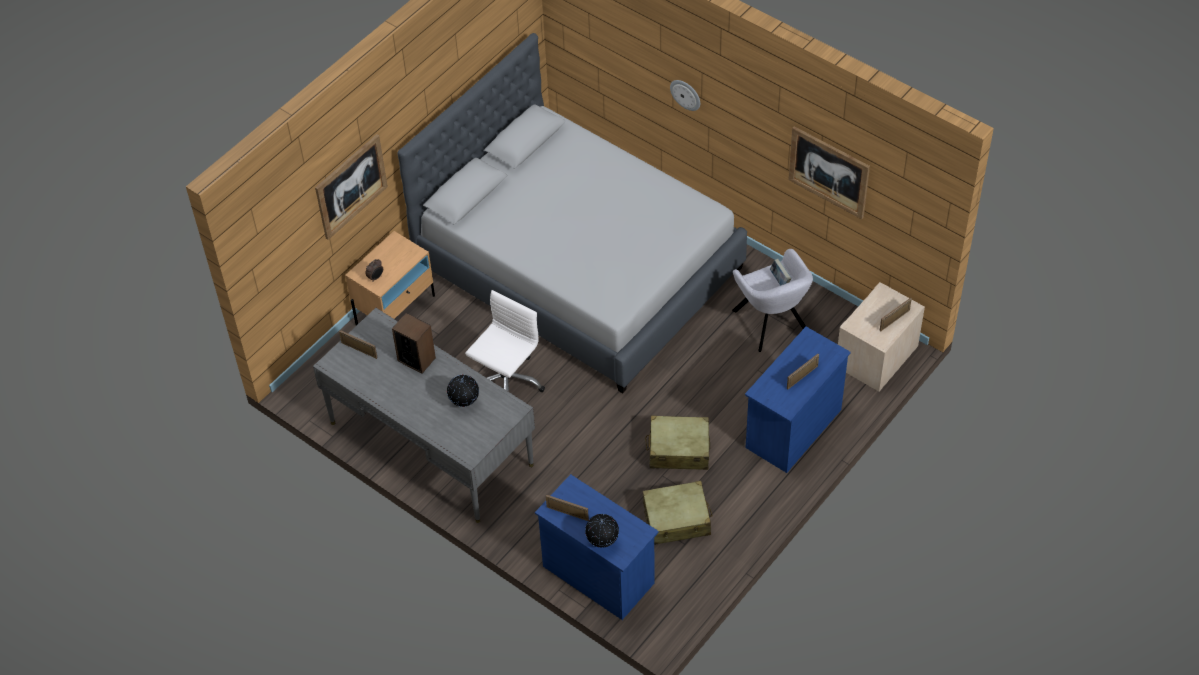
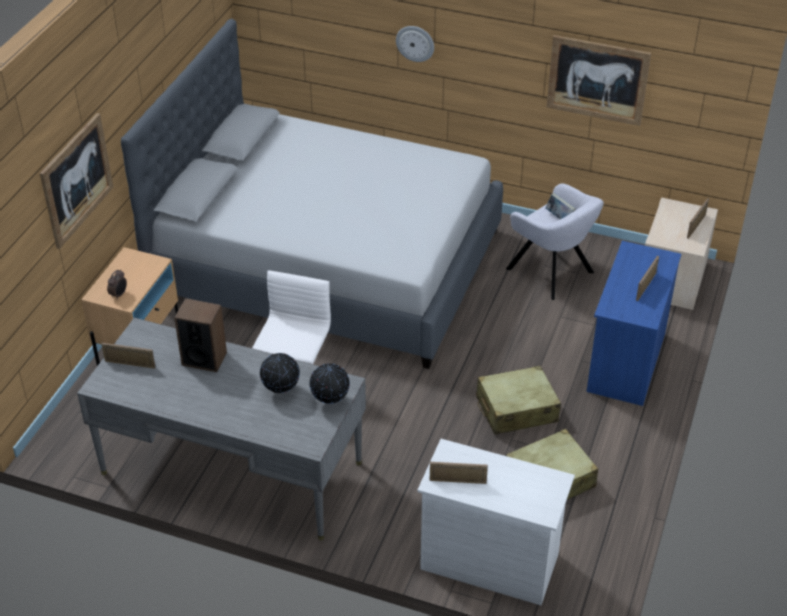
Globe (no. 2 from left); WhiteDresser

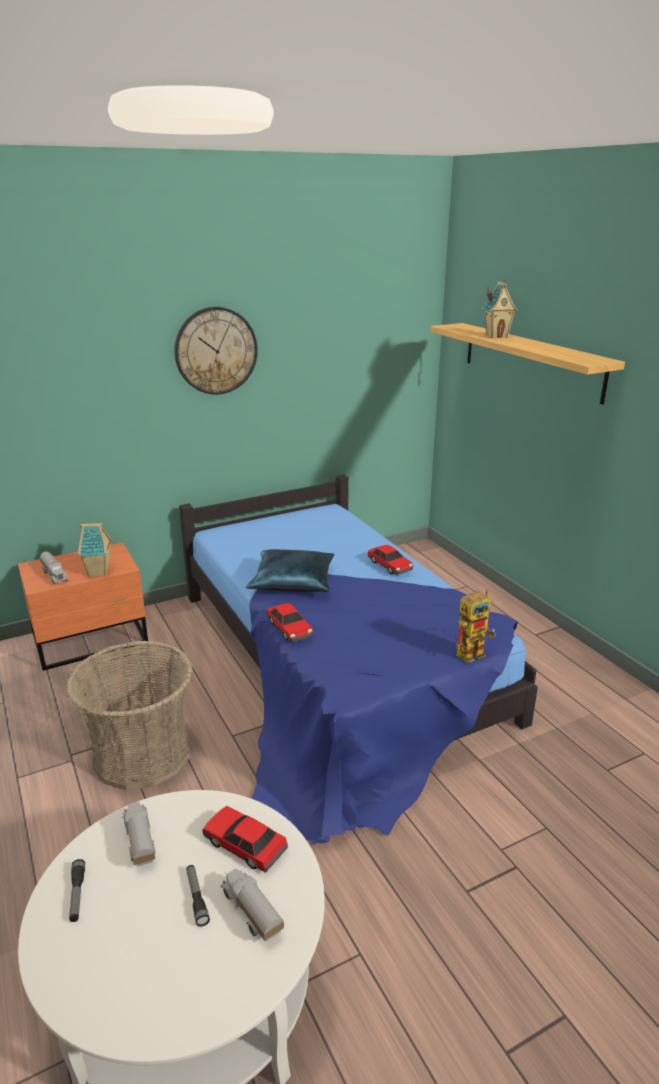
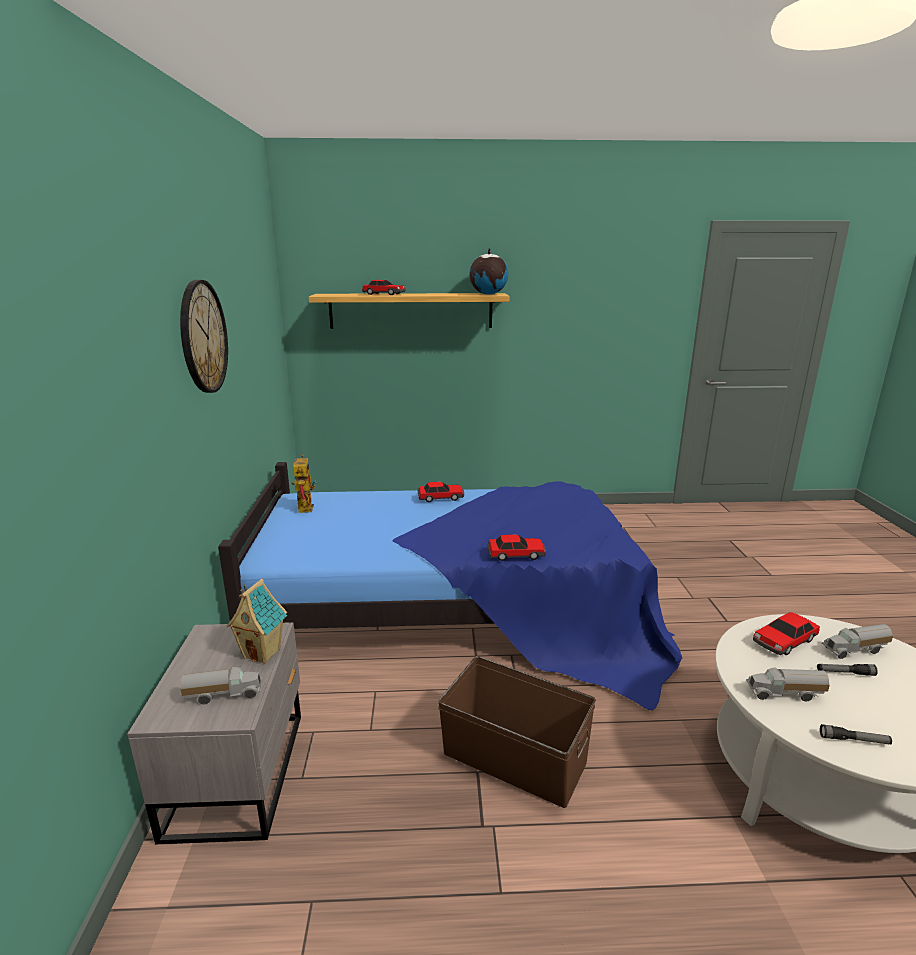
BluePillow; Globe; ToyRobot; BrownStorageBox; ToyCar (no. 1 from left); GreyNightstand

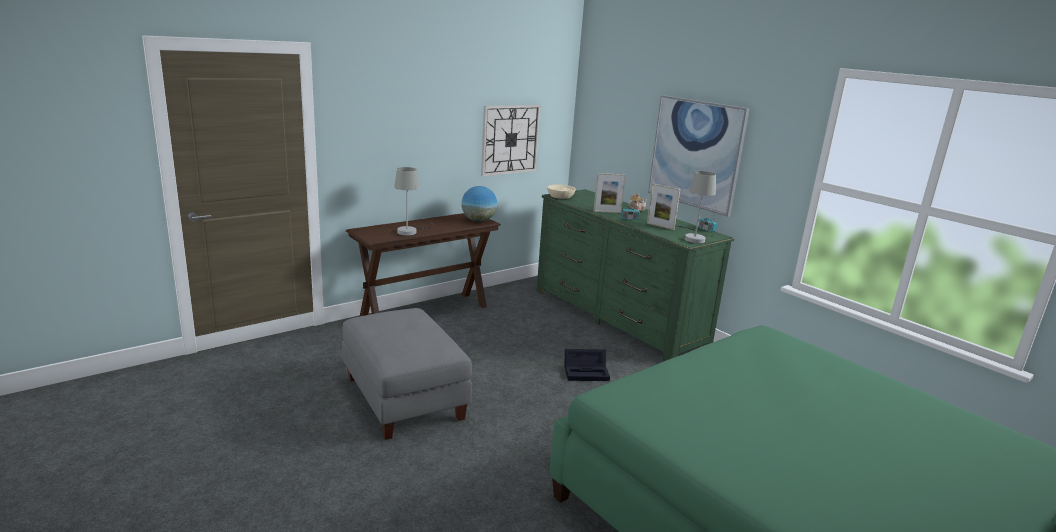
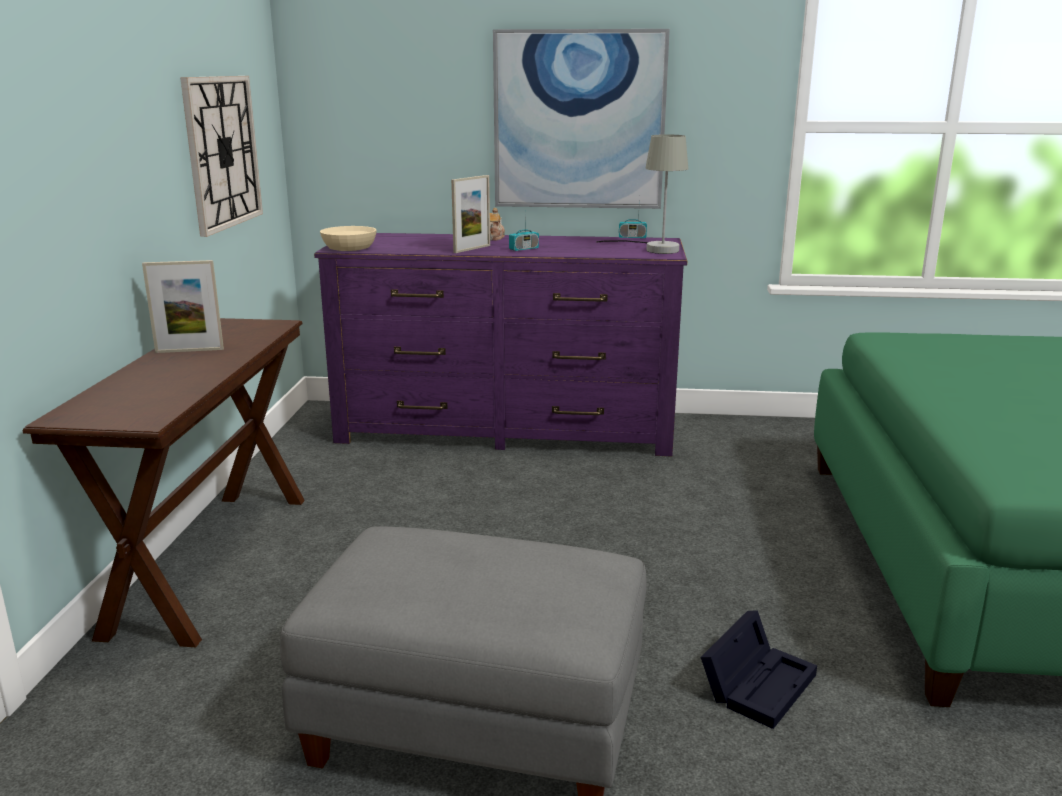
GreyTableLamp (no. 1 from left in the first image); Globe; BlackStorageBox; PictureFrame (no. 1 from left); PurpleDresser

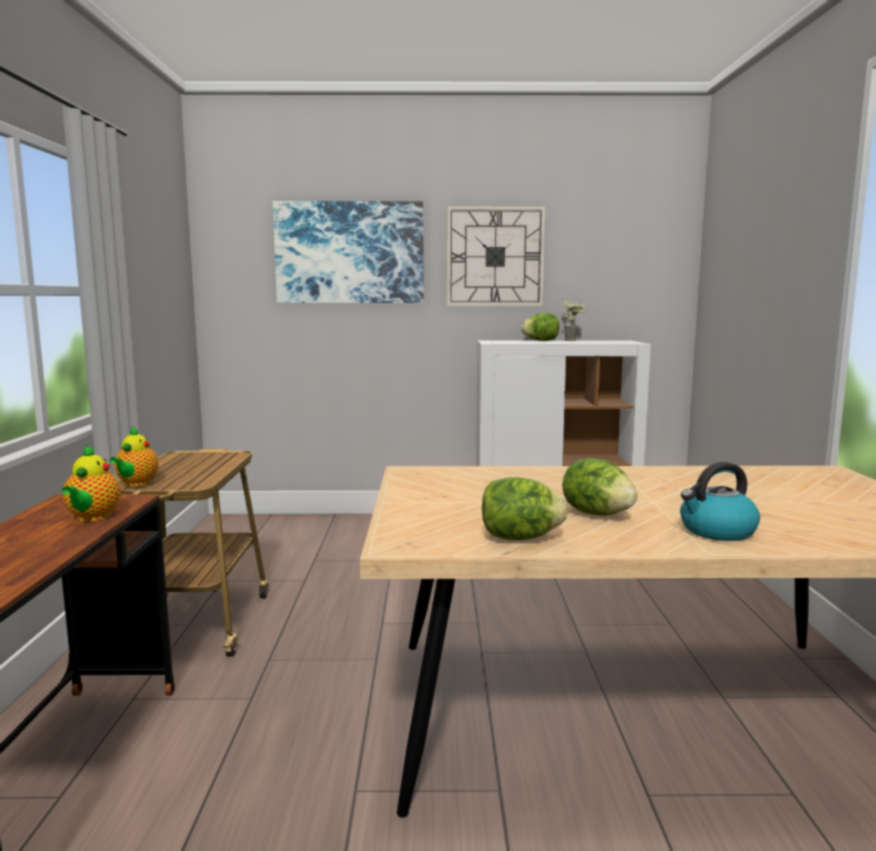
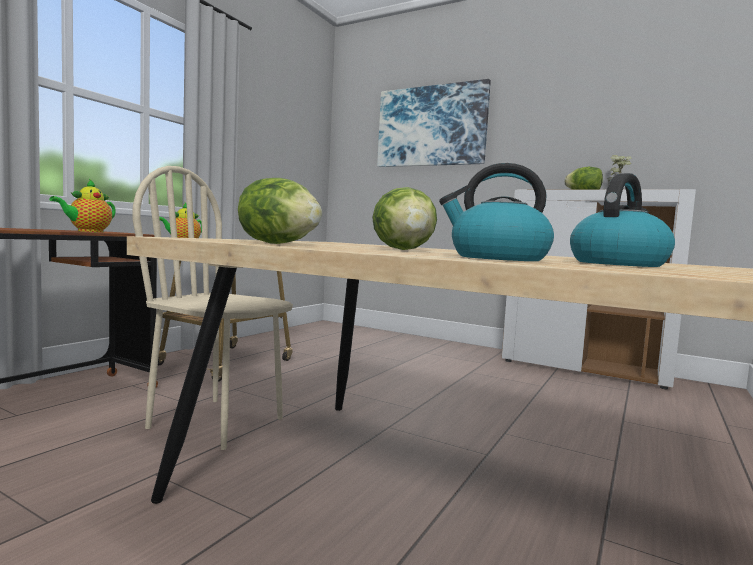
WallClock; BeigeChair; Kettle (no. 2 from left)

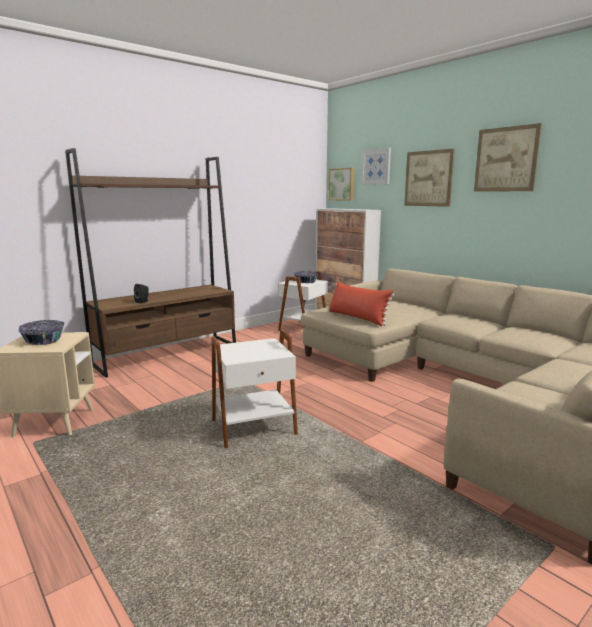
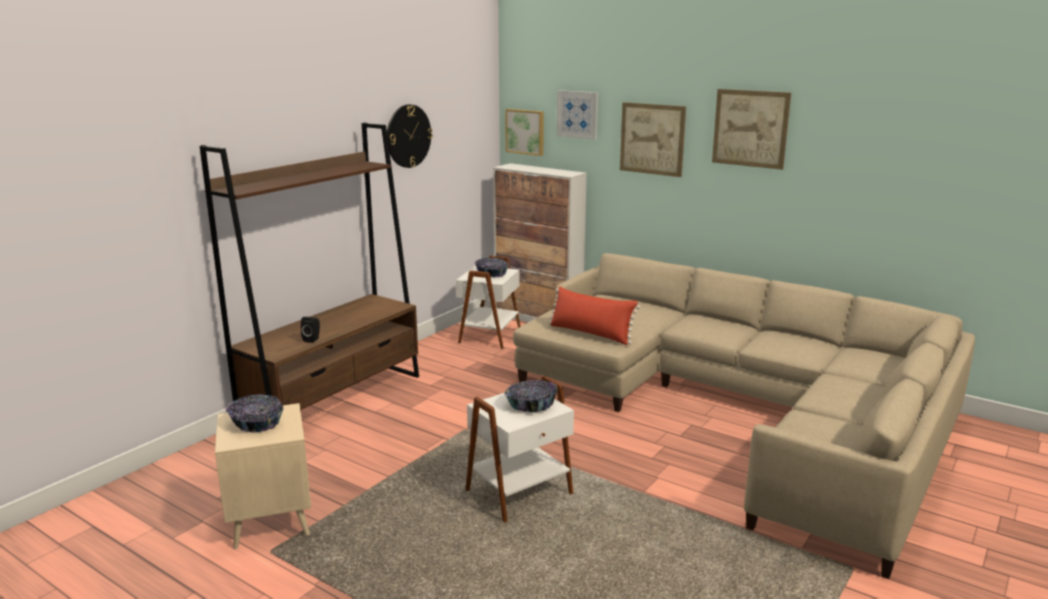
WallClock; Bowl (no. 3 from left)

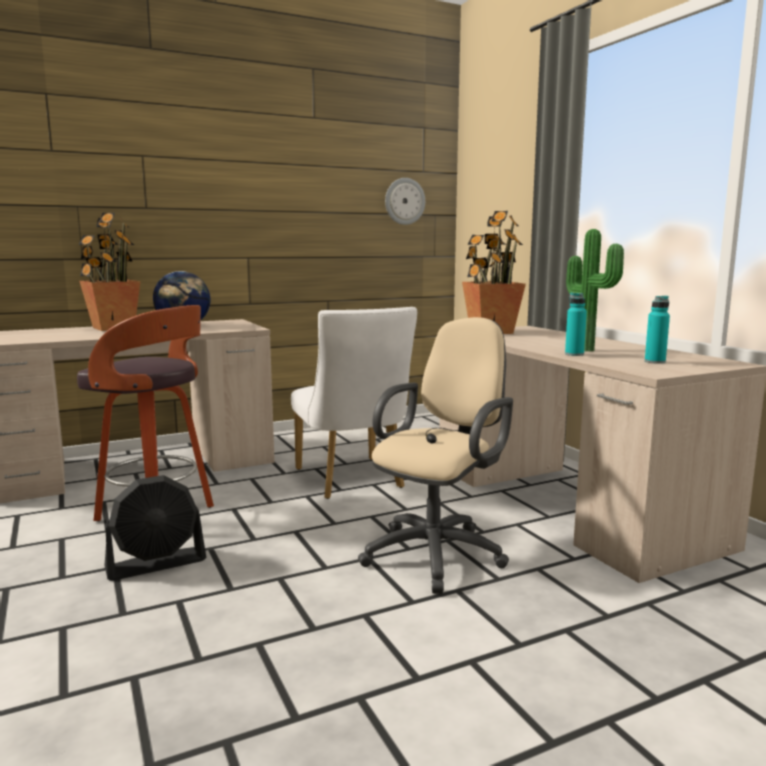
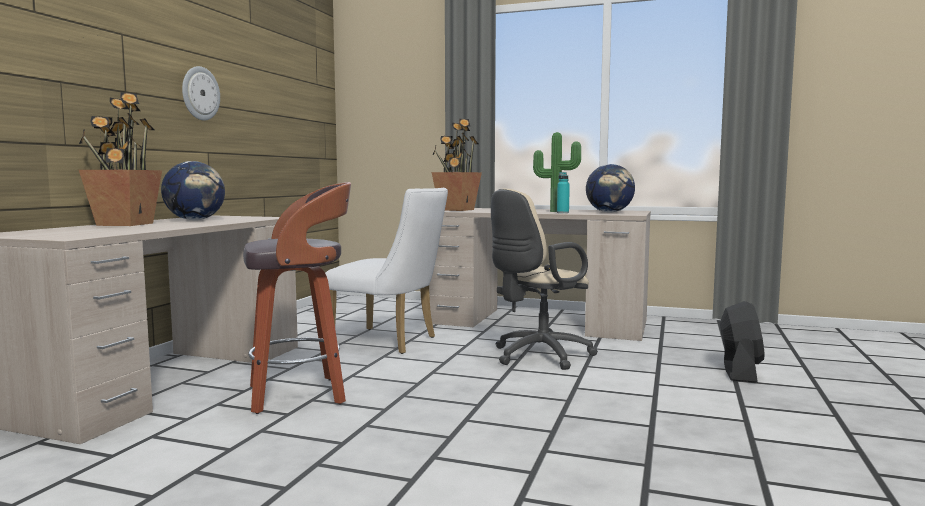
BlackFan; WallClock; Globe (no. 2 from left); BeigeOfficeChair

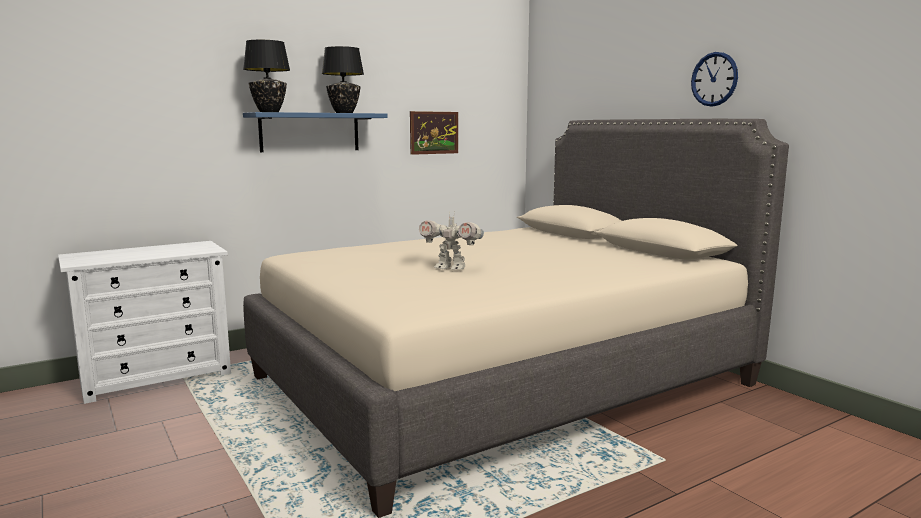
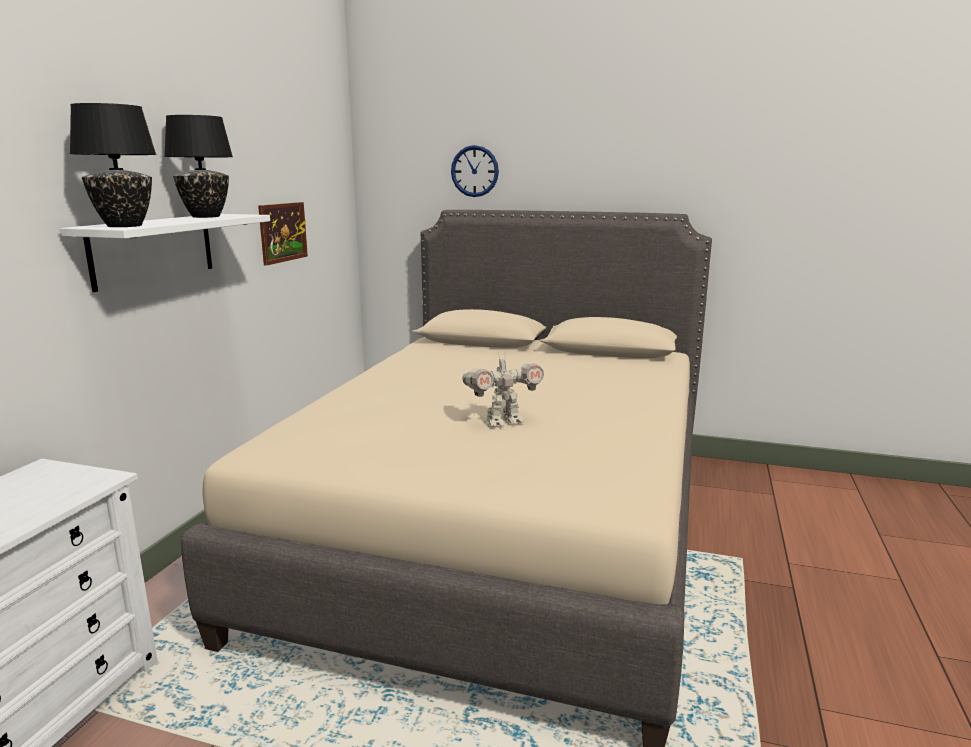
WallClock; WhiteShelf

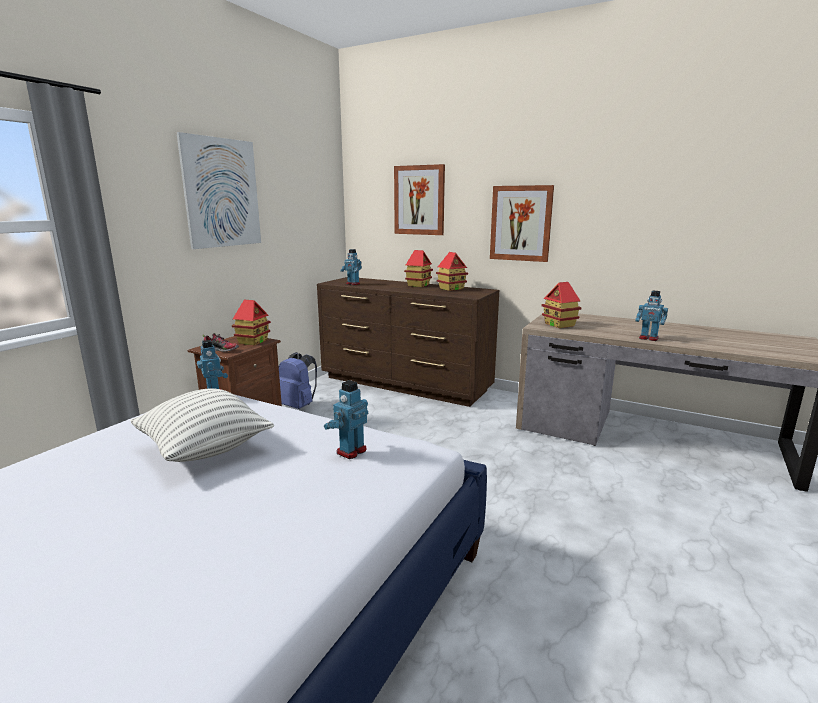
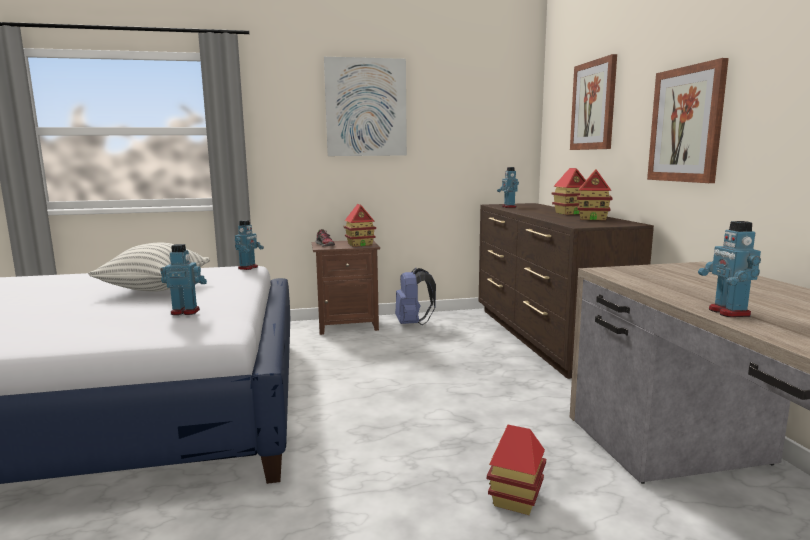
ToyHouse (no. 2 from left)

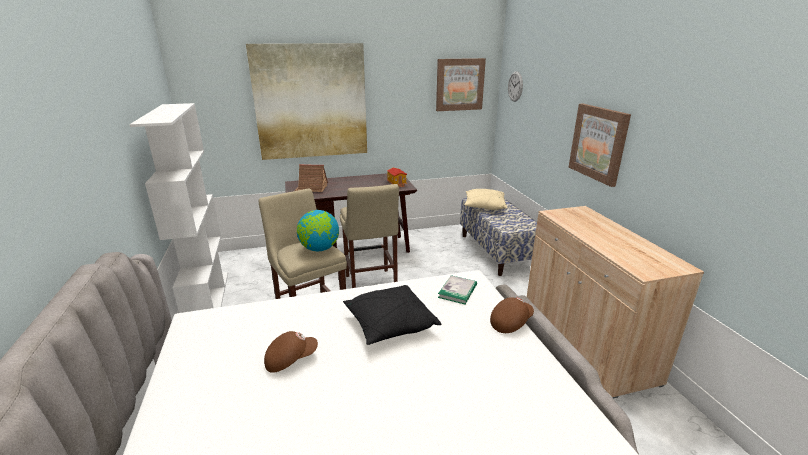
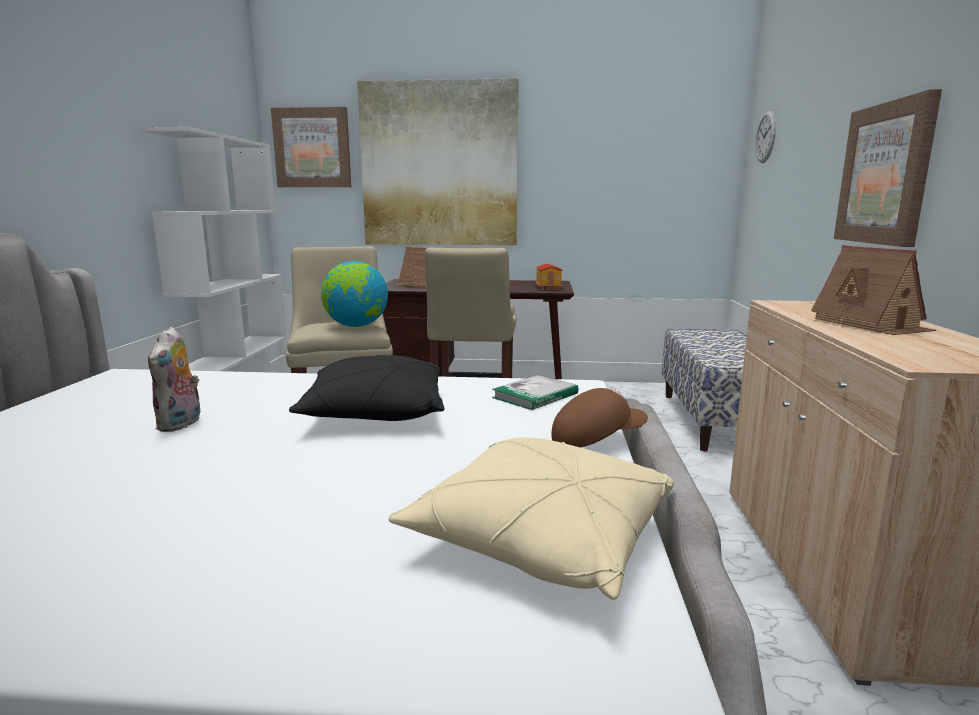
ToyHouse (no. 3 from left); Picture (no. 1 from left); BeigePillow; PlushToy

